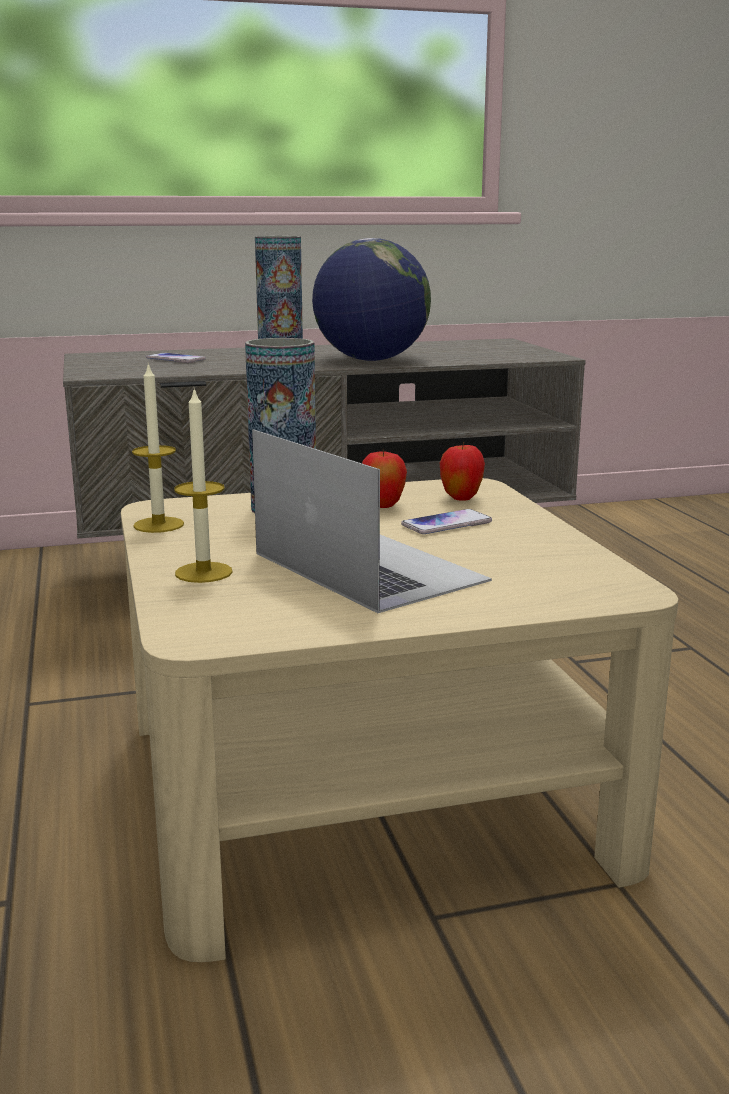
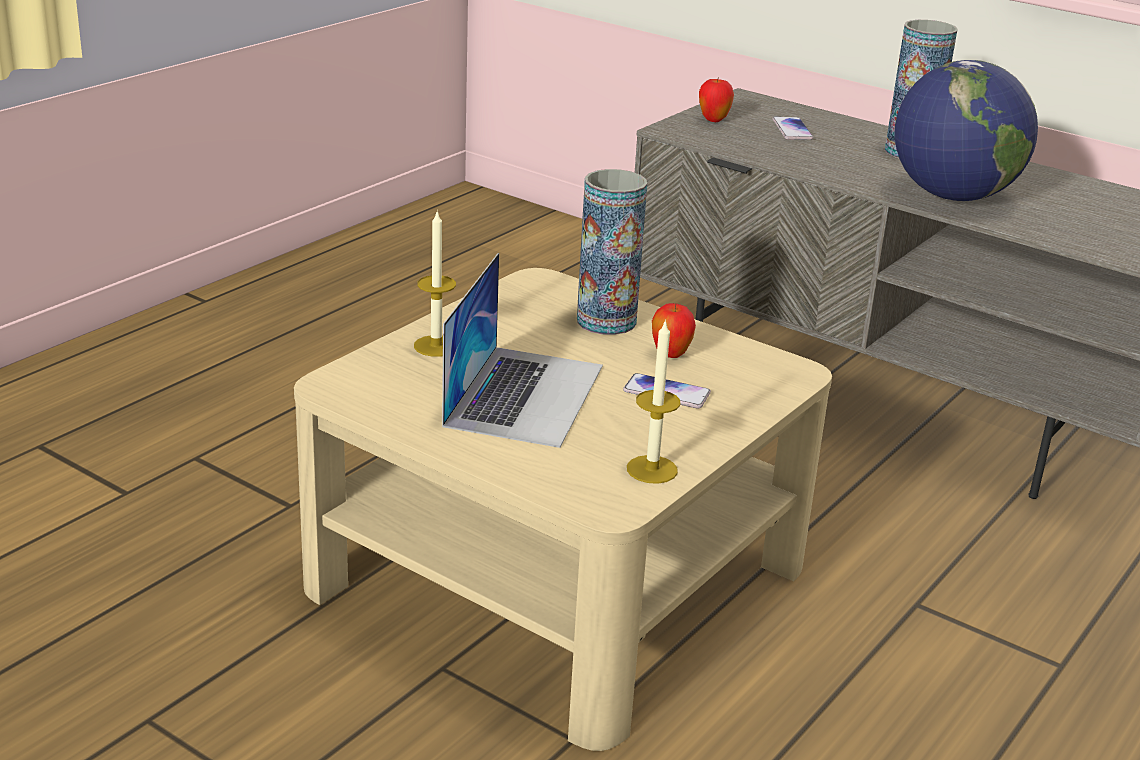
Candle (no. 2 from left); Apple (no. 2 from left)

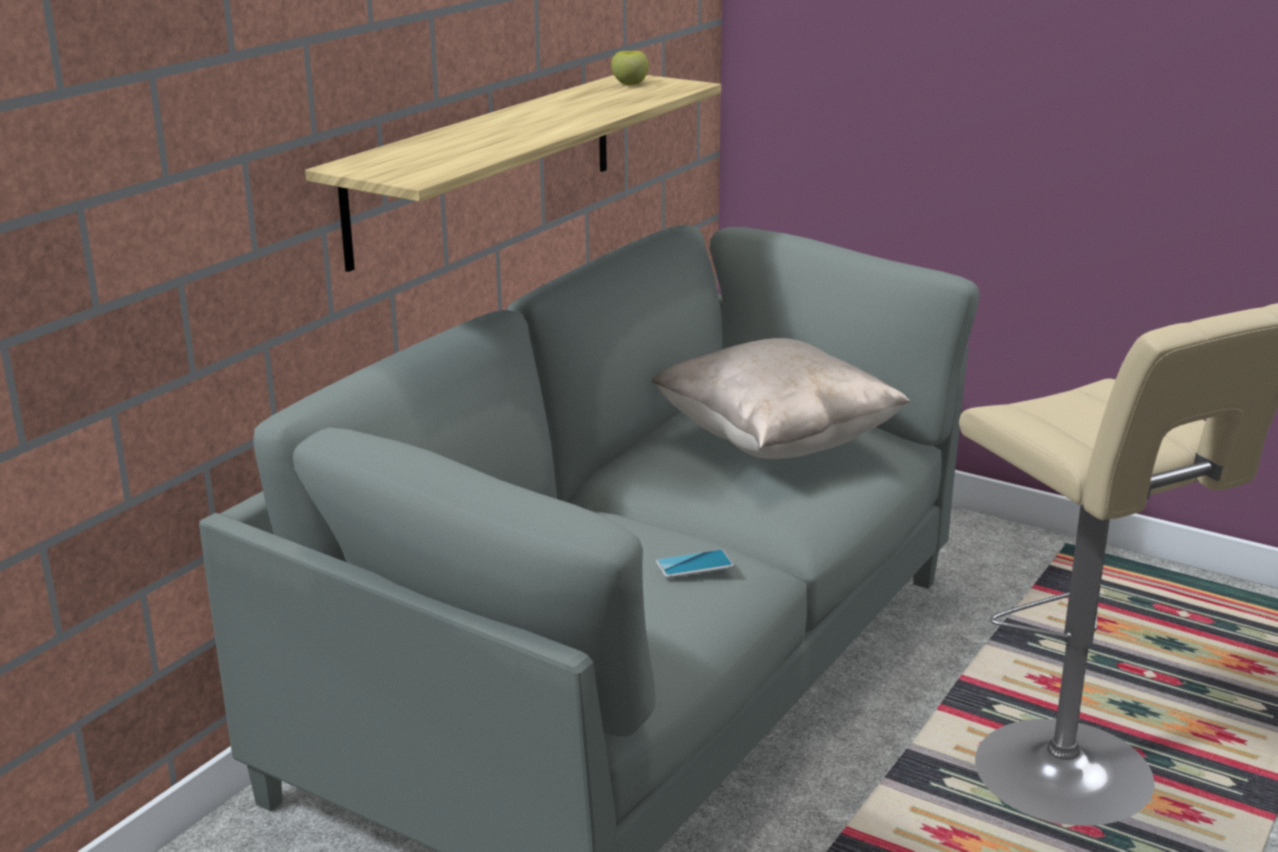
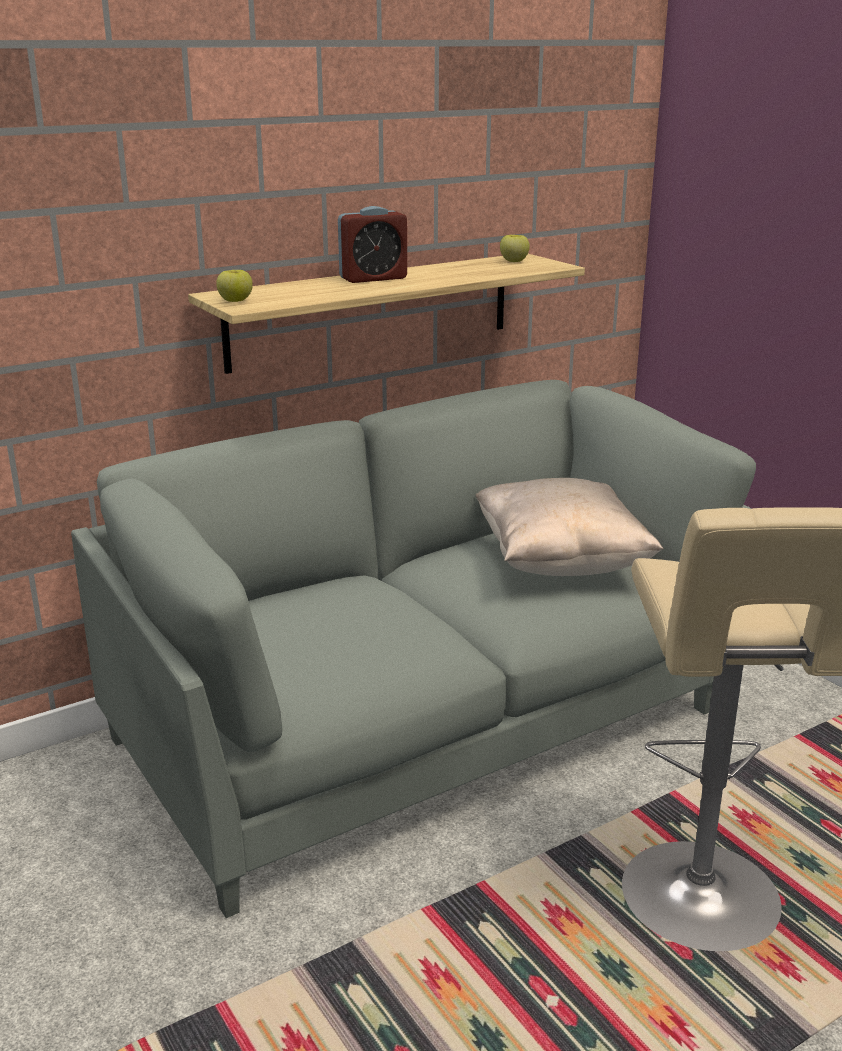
Phone; Apple (no. 1 from left); AlarmClock

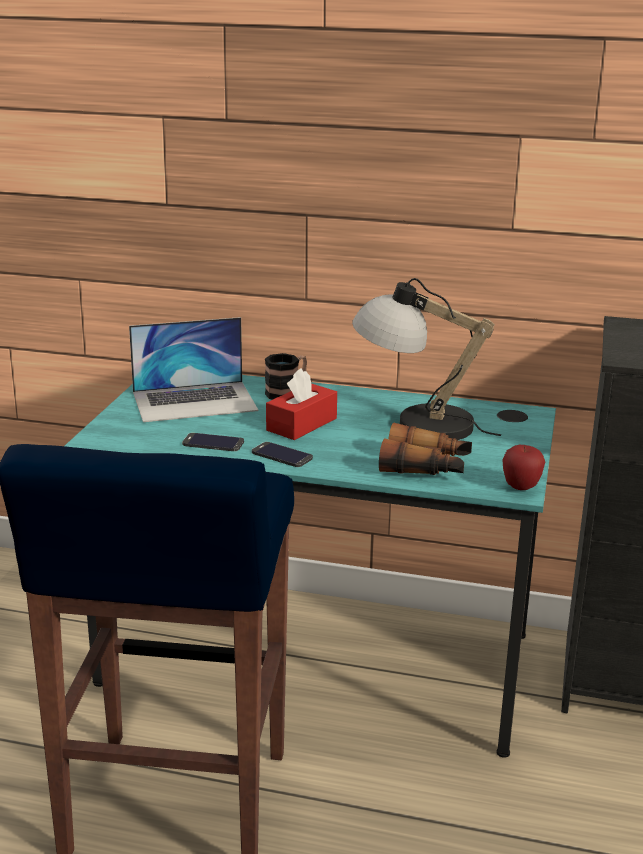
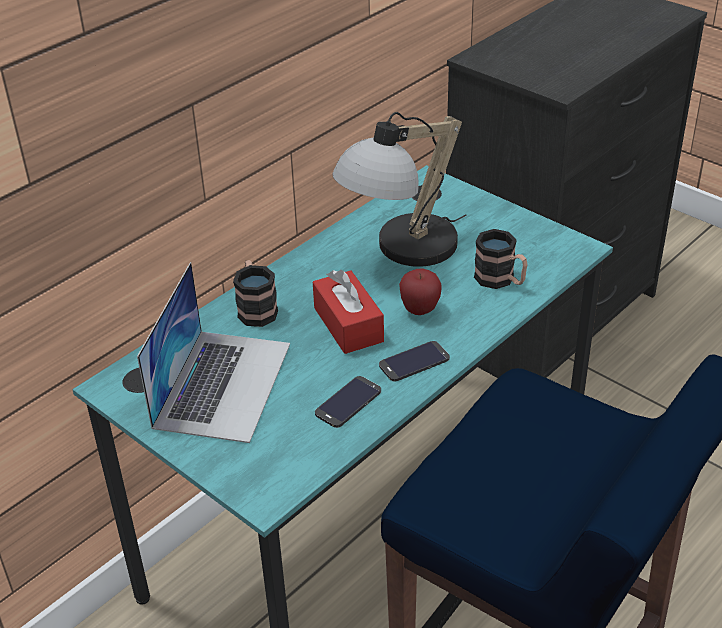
Apple; Mug (no. 2 from left)

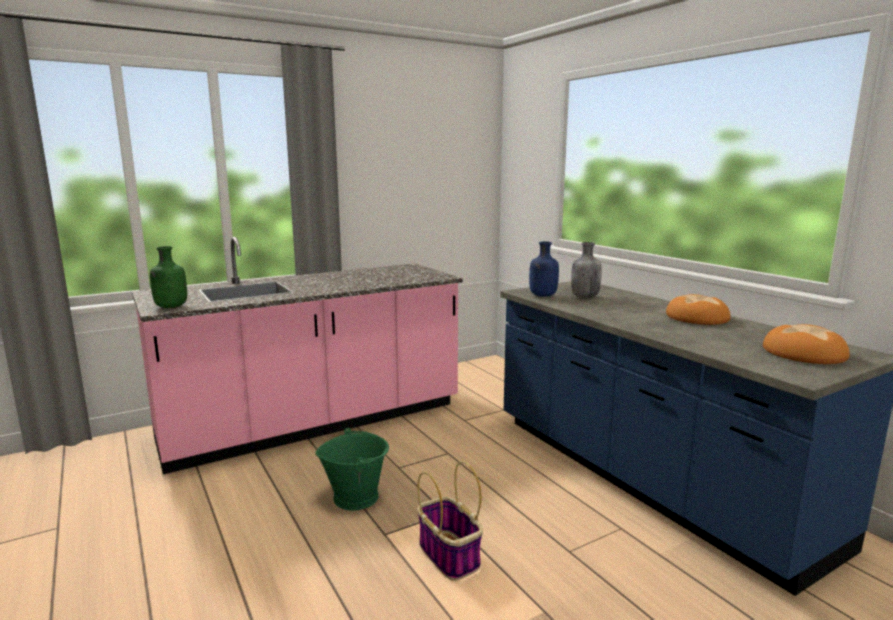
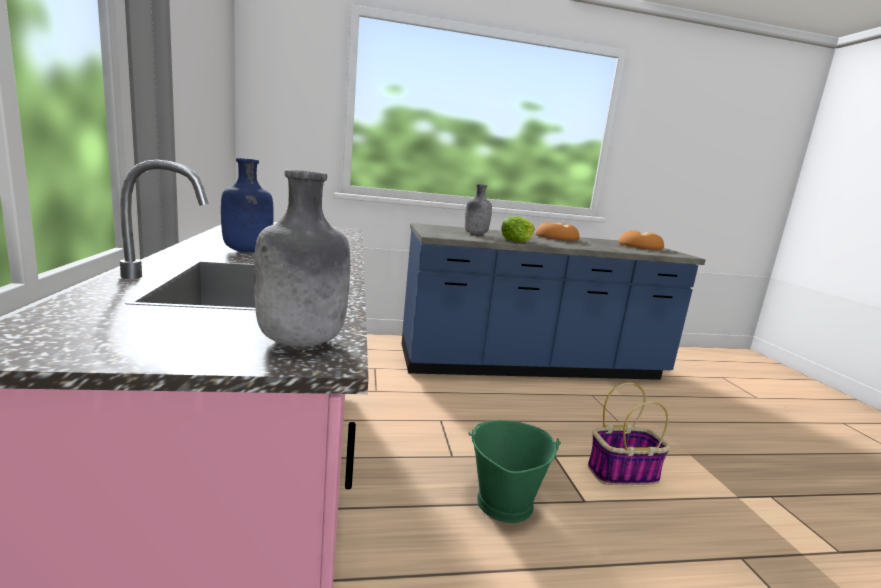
Lettuce; BlueBottle; GreyBottle (no. 1 from left)

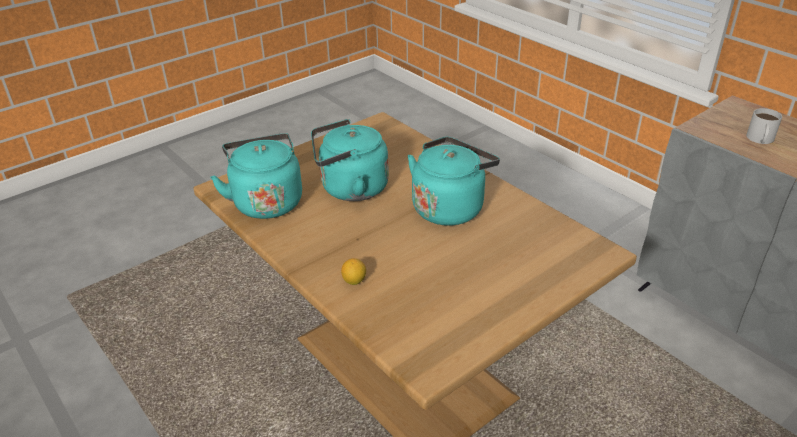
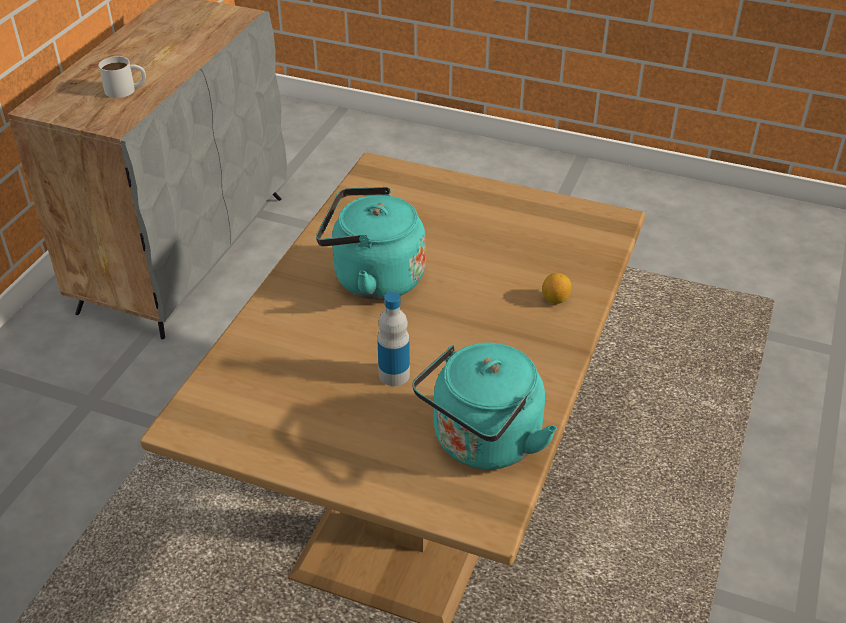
Bottle

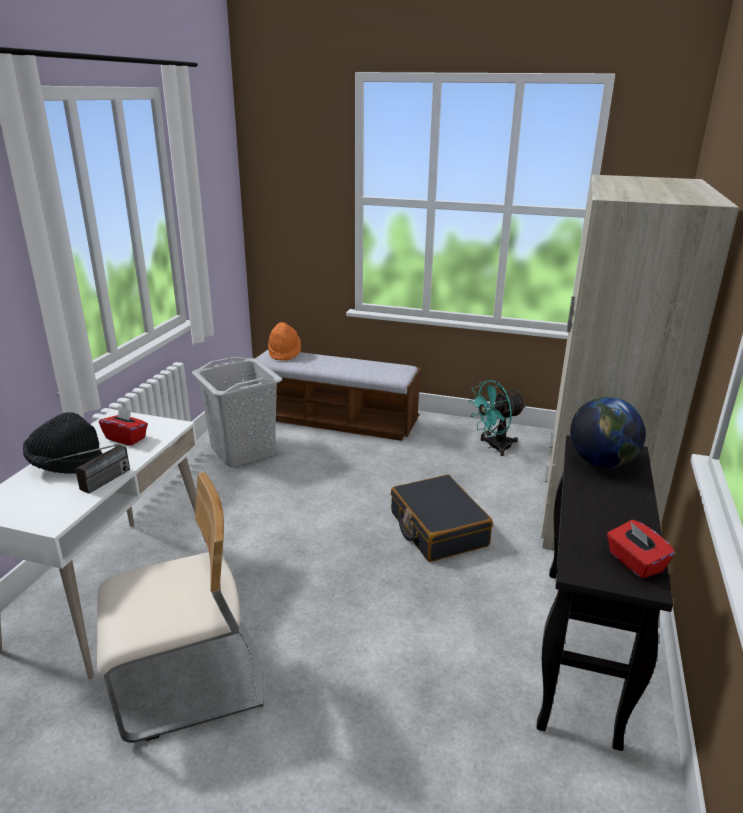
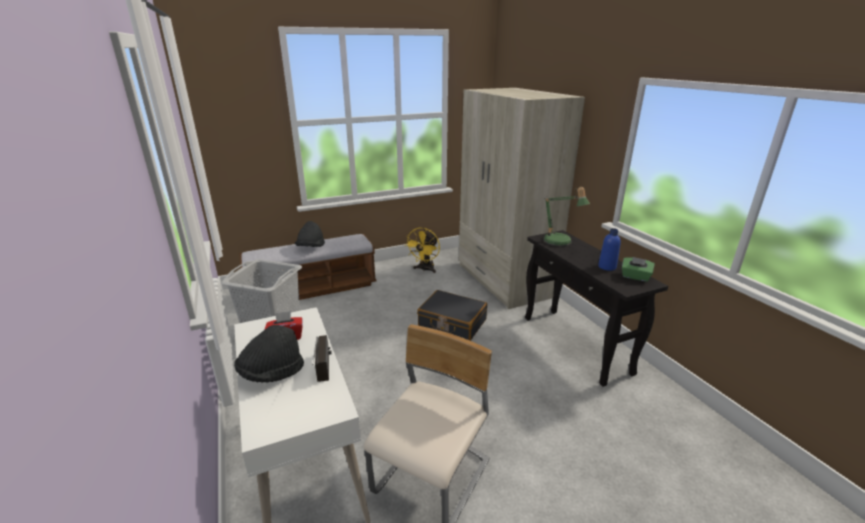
OrangeHat; BlackHat (no. 2 from left); BlueBottle; TableLamp; YellowFan; GreenTissueBox

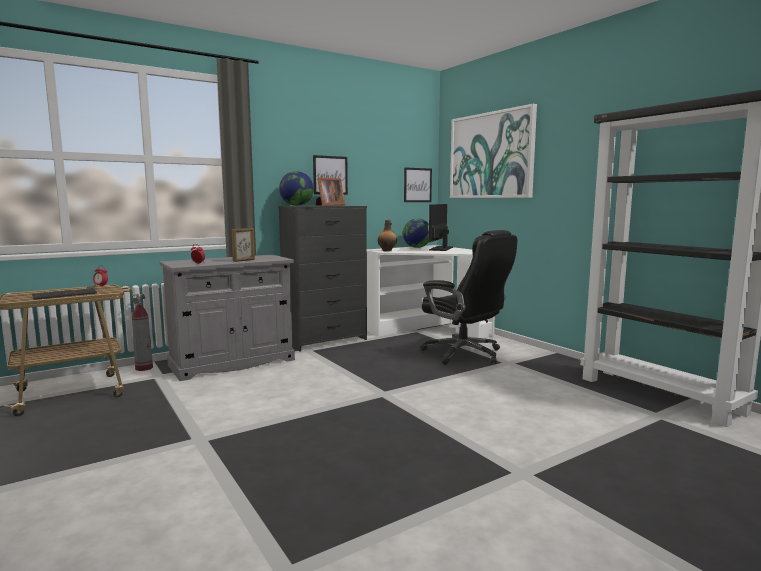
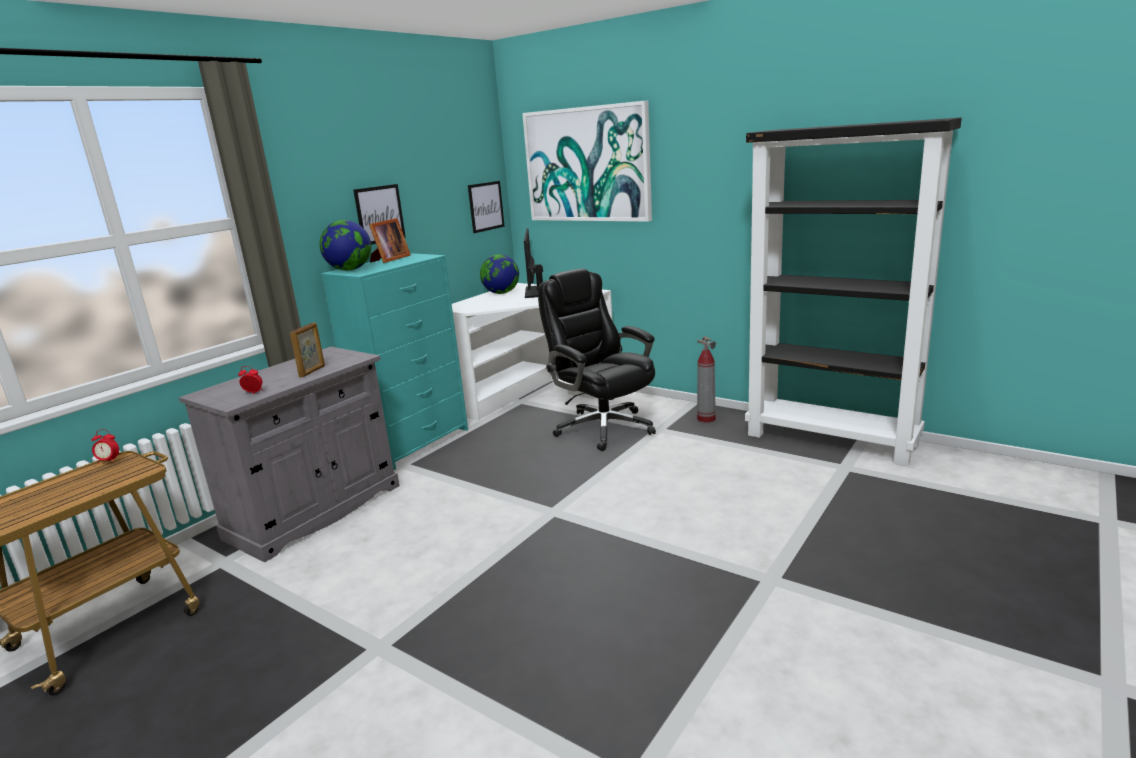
Keyboard; Bottle; FireExtinguisher; TurquoiseDresser; BlackOfficeChair

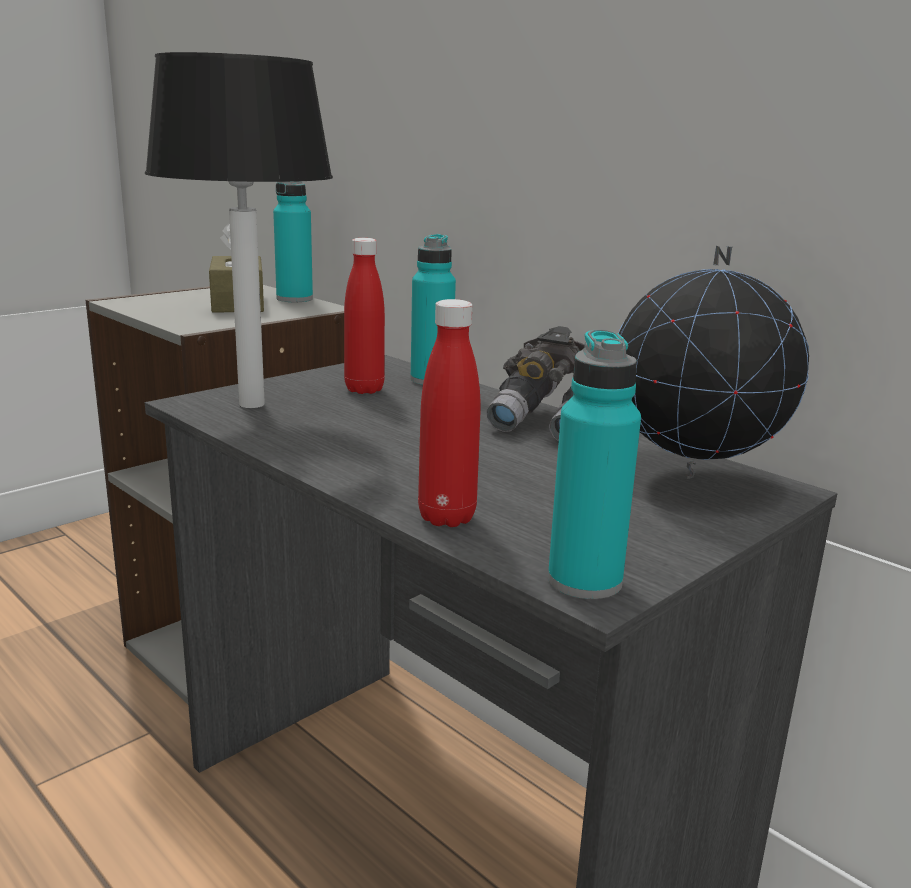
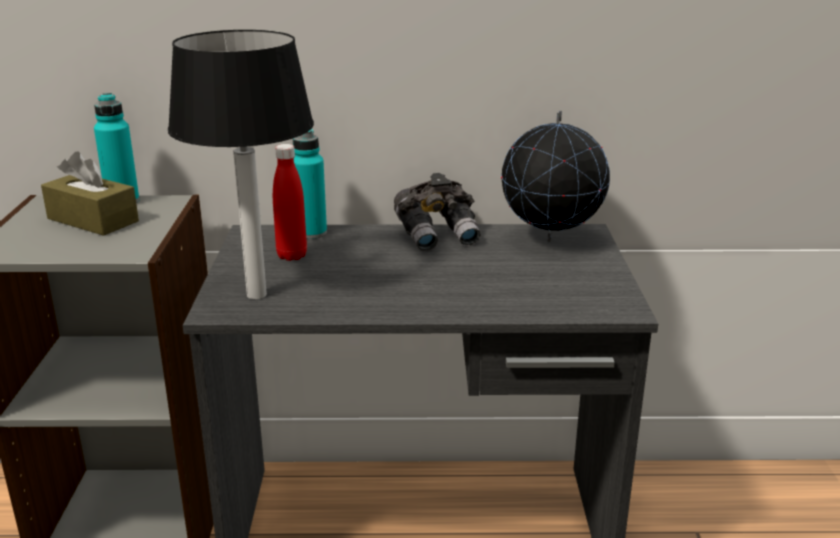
RedBottle (no. 2 from left in the first image); TurquoiseBottle (no. 3 from left in the first image)

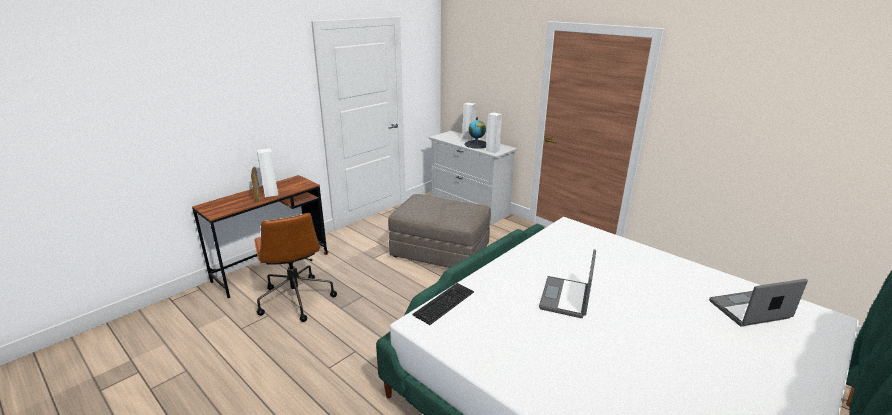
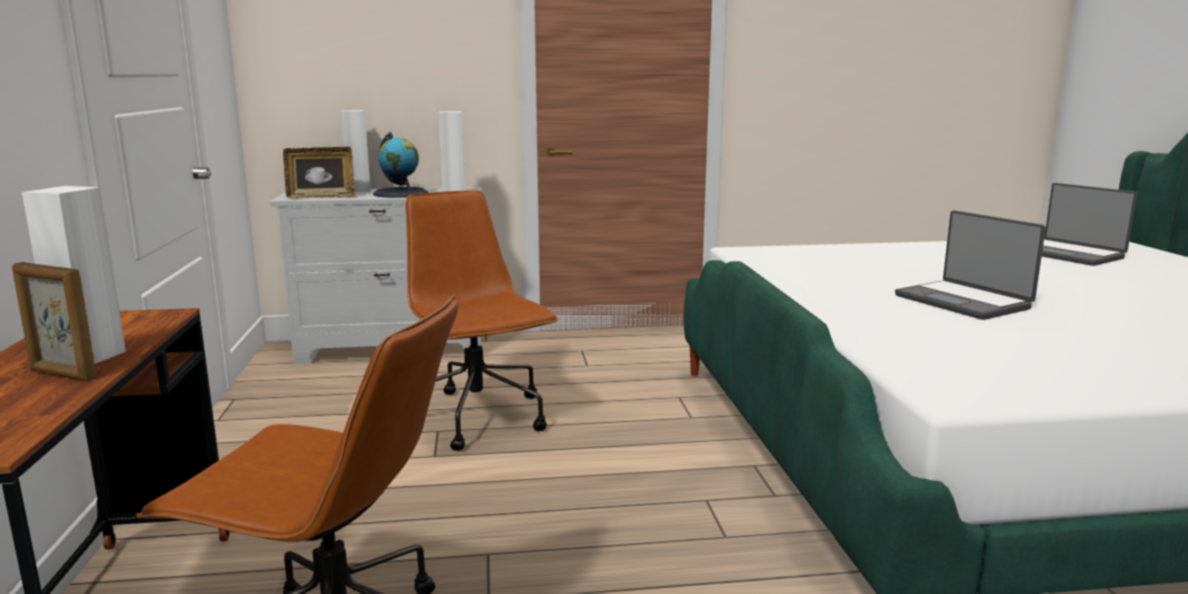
Keyboard; PictureFrame (no. 2 from left); BrownOfficeChair (no. 2 from left); Laptop (no. 2 from left)

